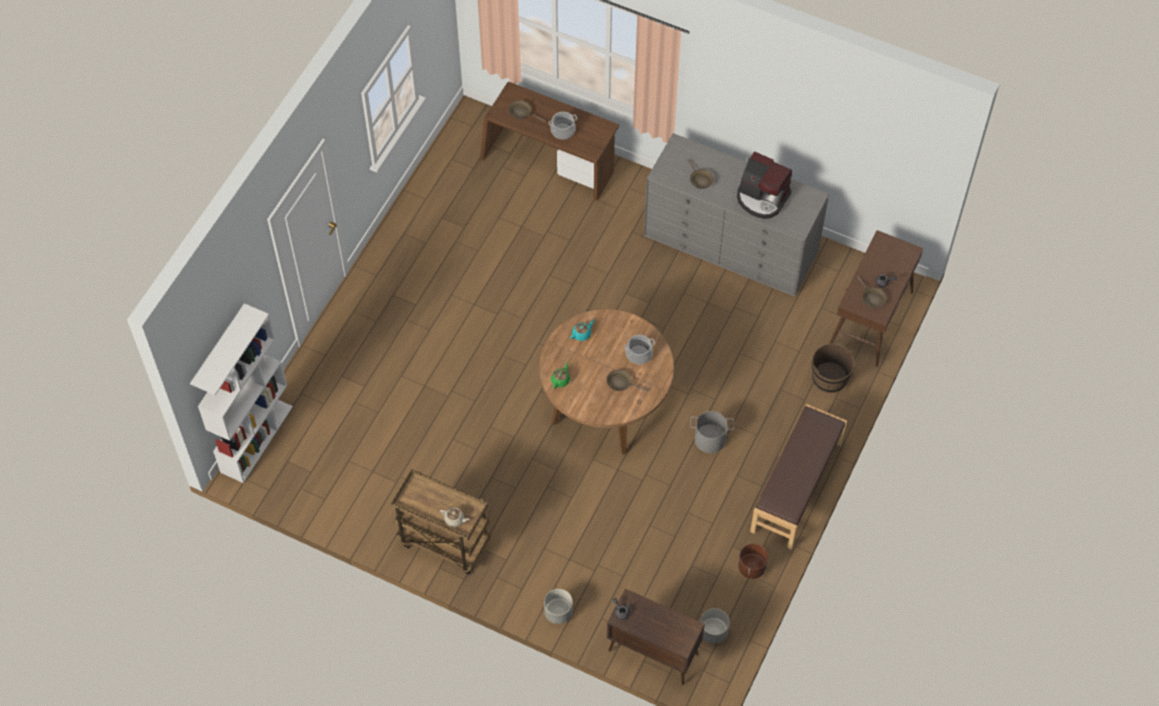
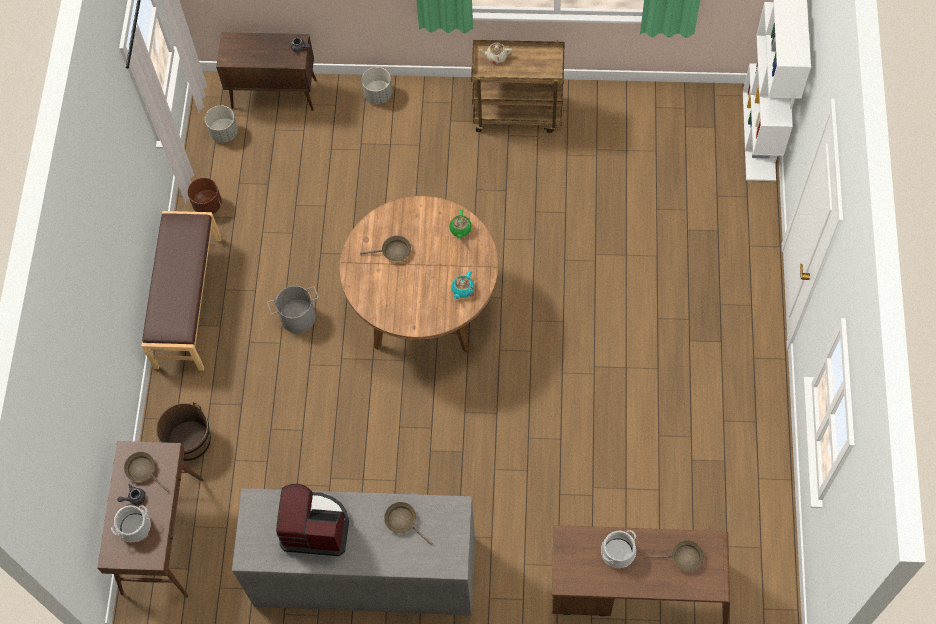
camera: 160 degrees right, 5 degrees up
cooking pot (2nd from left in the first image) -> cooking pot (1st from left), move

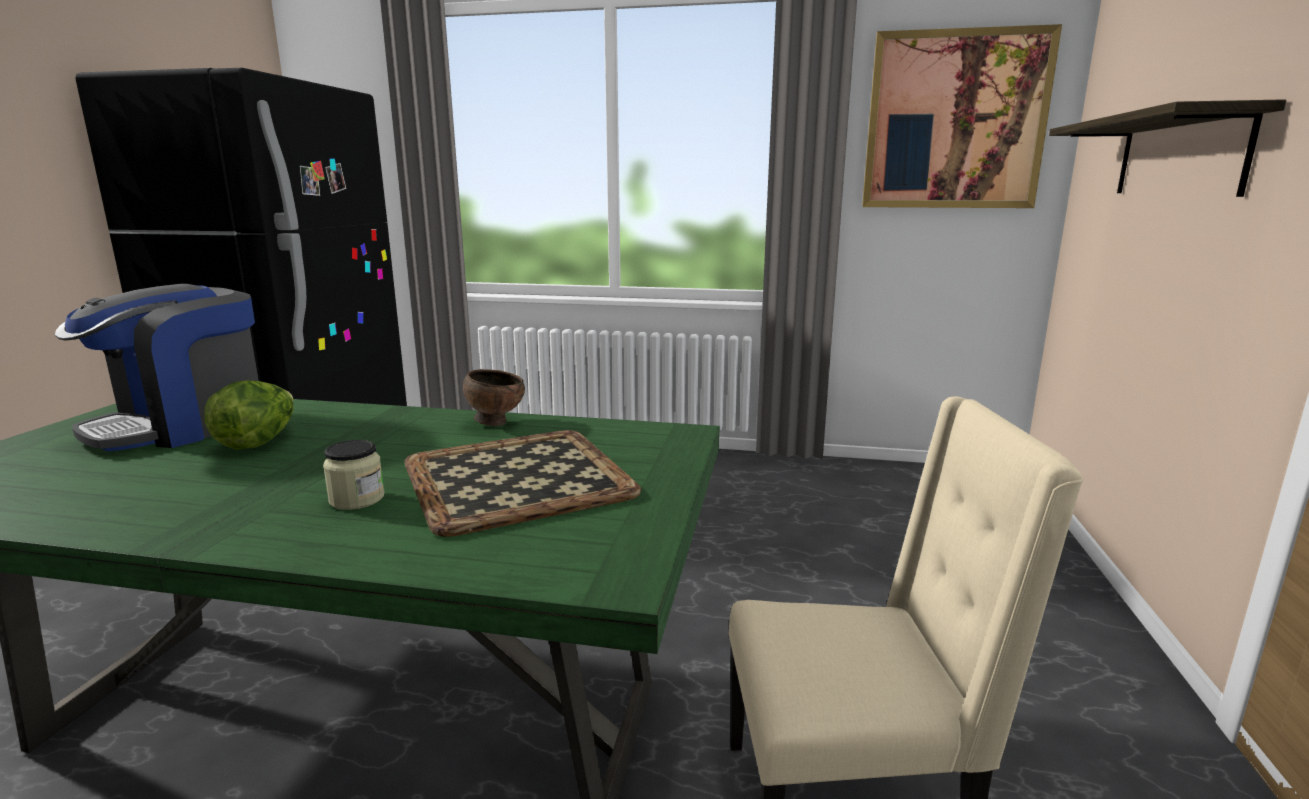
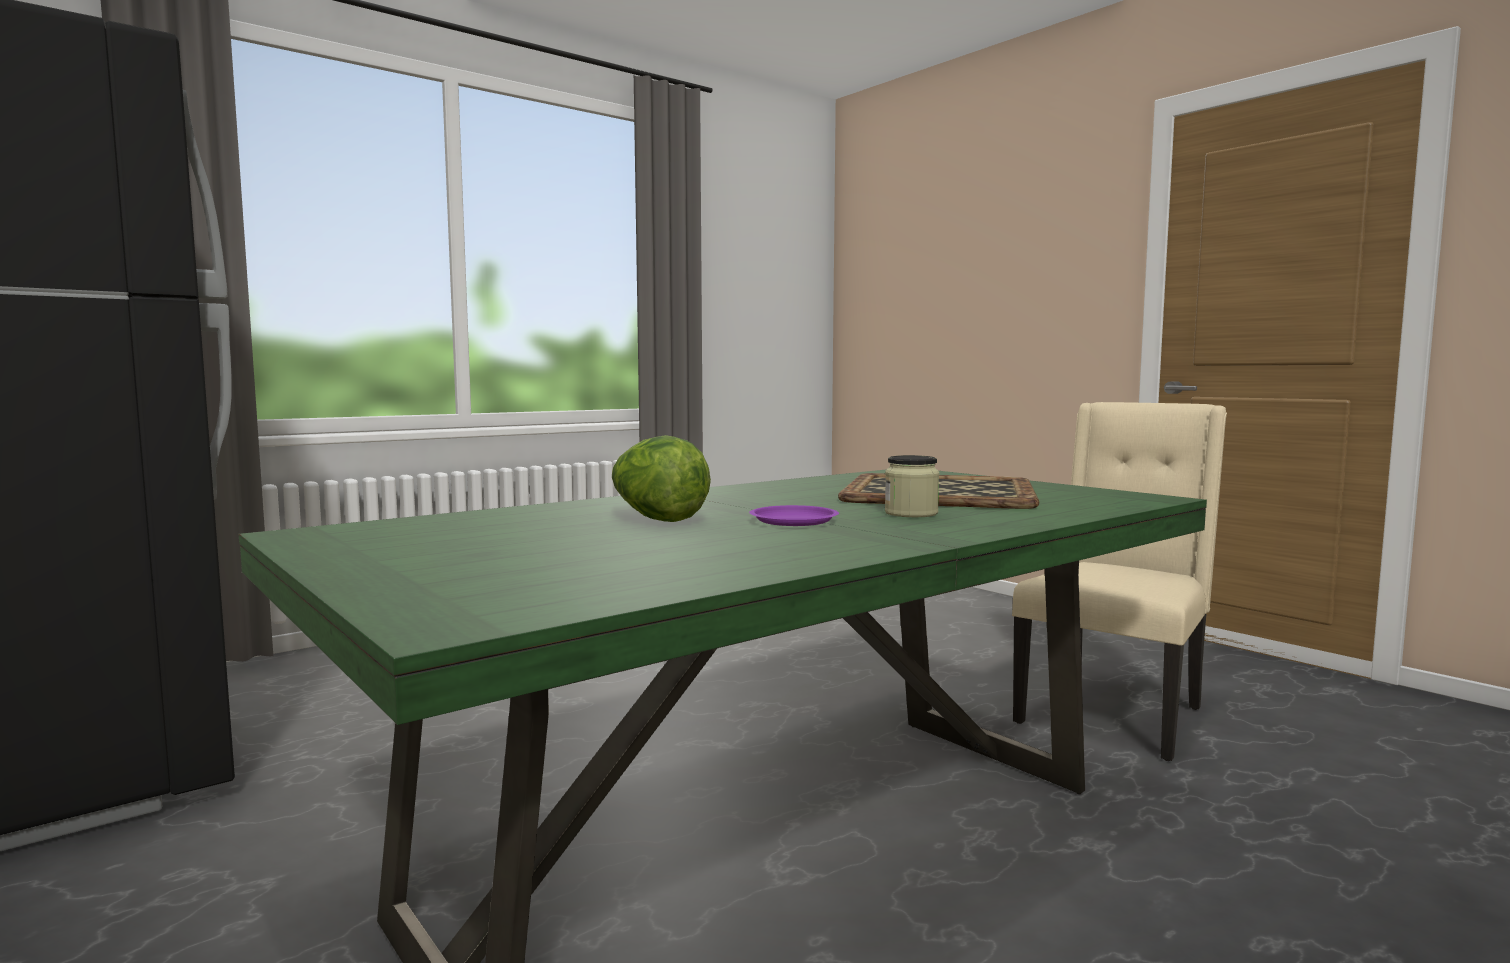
camera: 50 degrees left, 10 degrees down
picture -> none
shelf -> none
coffee machine -> none
brown bowl -> none
none -> purple plate

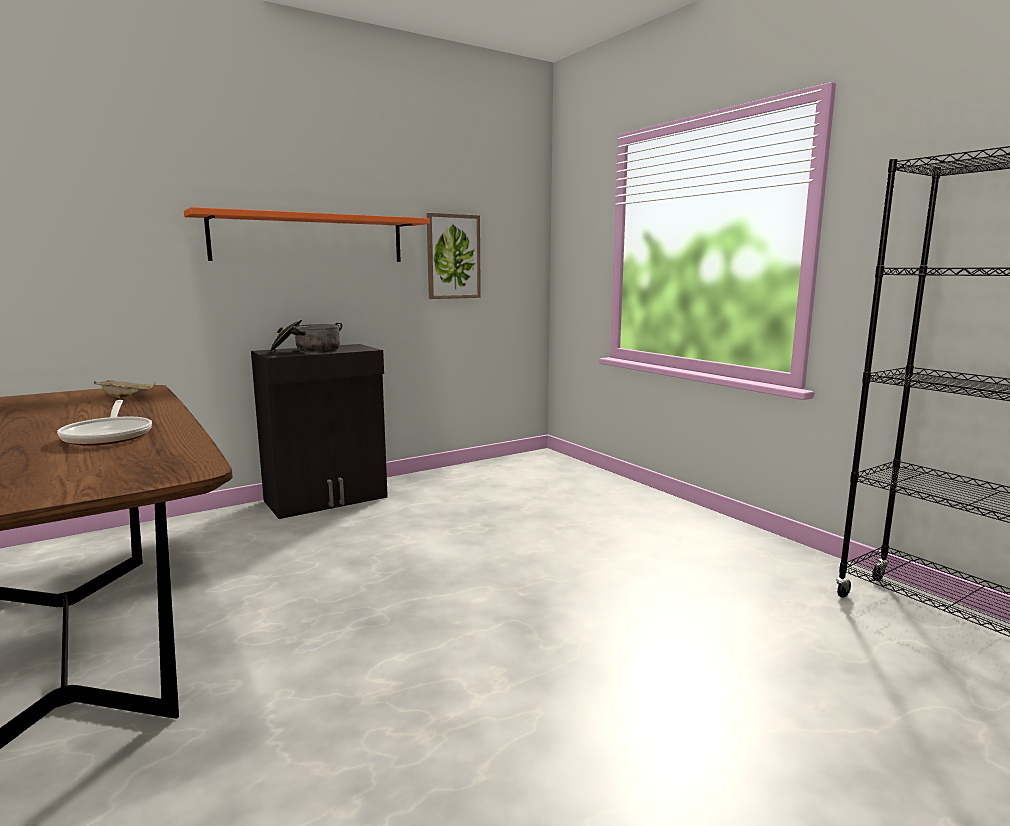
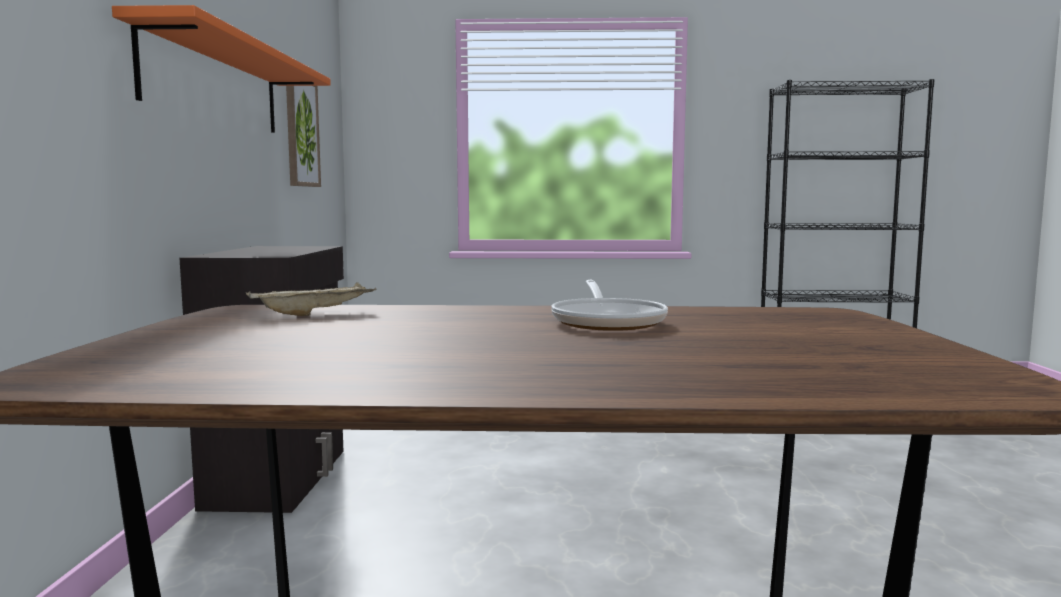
camera: 55 degrees left, 5 degrees down
cooking pot -> none
frying pan, 75 degrees clockwise

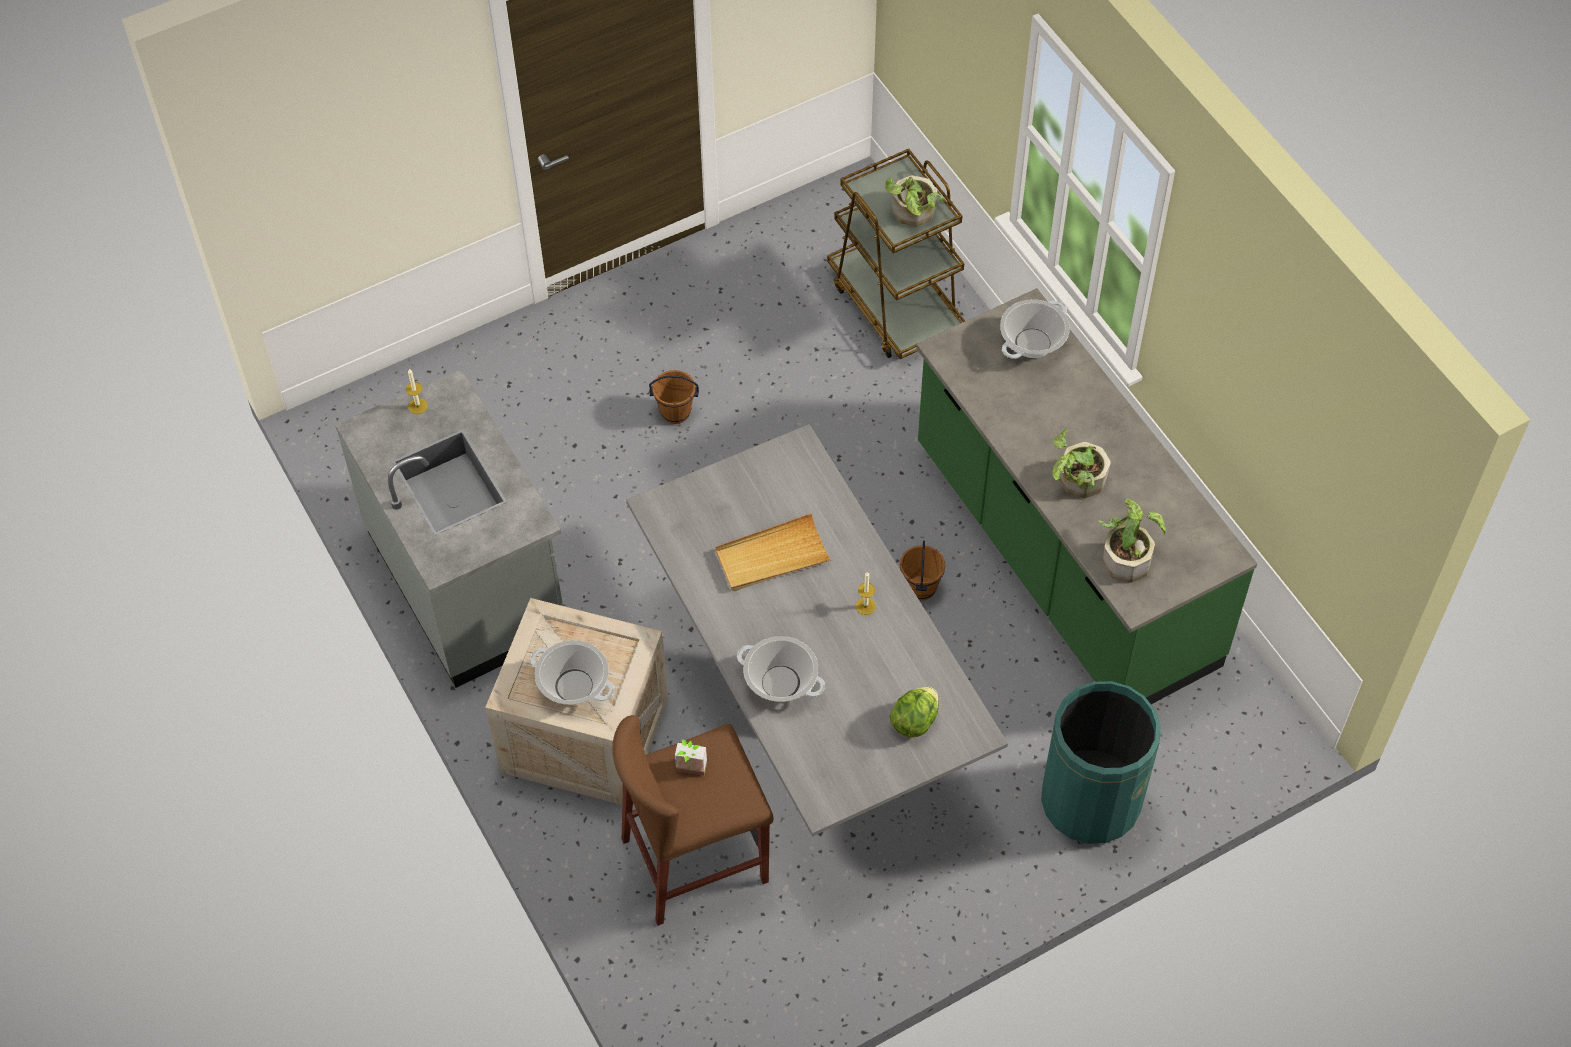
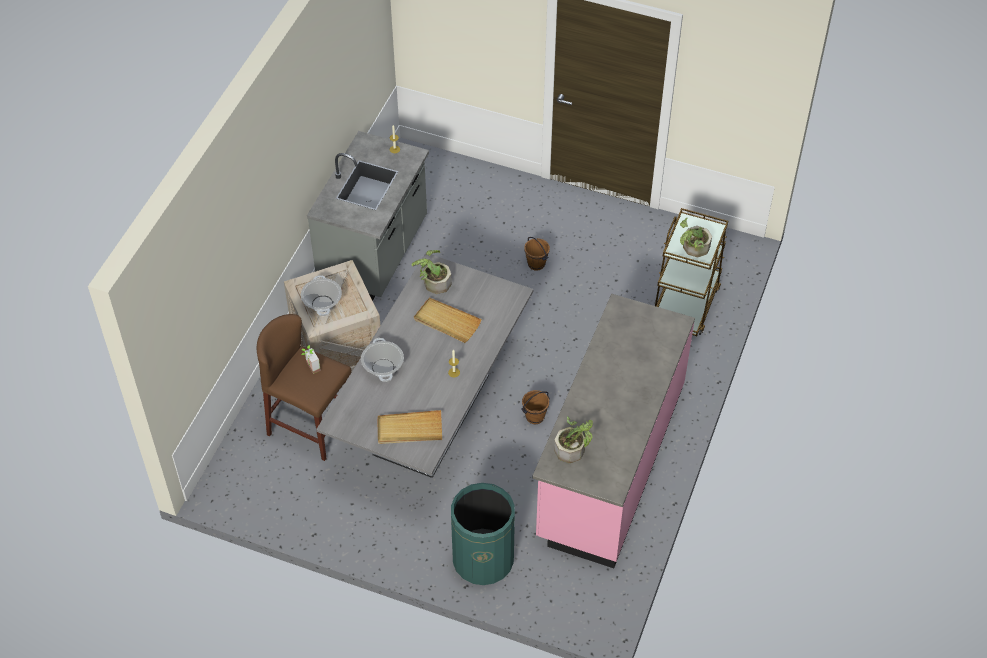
camera: 50 degrees right, 5 degrees down
green counter -> pink counter
cooking pot (3rd from left) -> none
potted plant (3rd from left in the first image) -> potted plant (2nd from left), move
lettuce -> beige tray (1st from left)

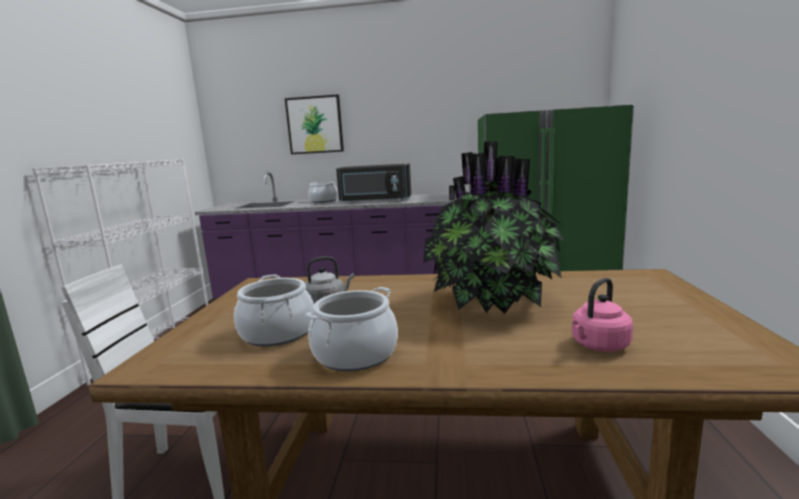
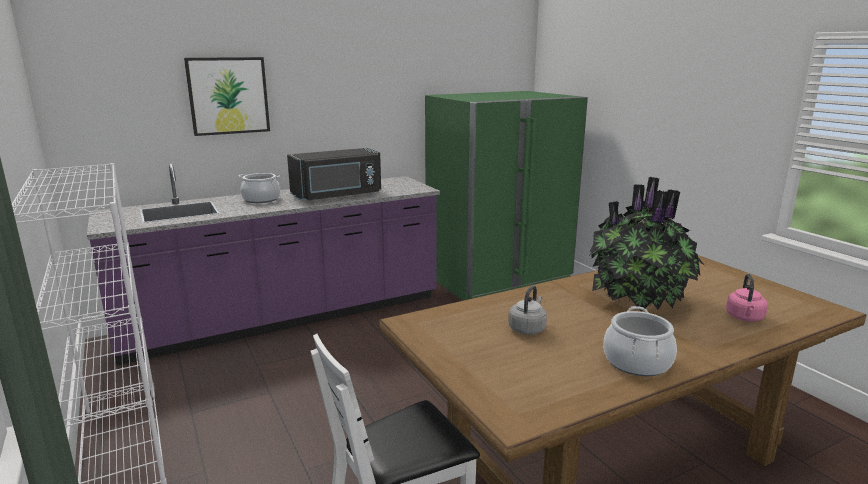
camera: 35 degrees left, 5 degrees up
cooking pot (1st from left) -> none

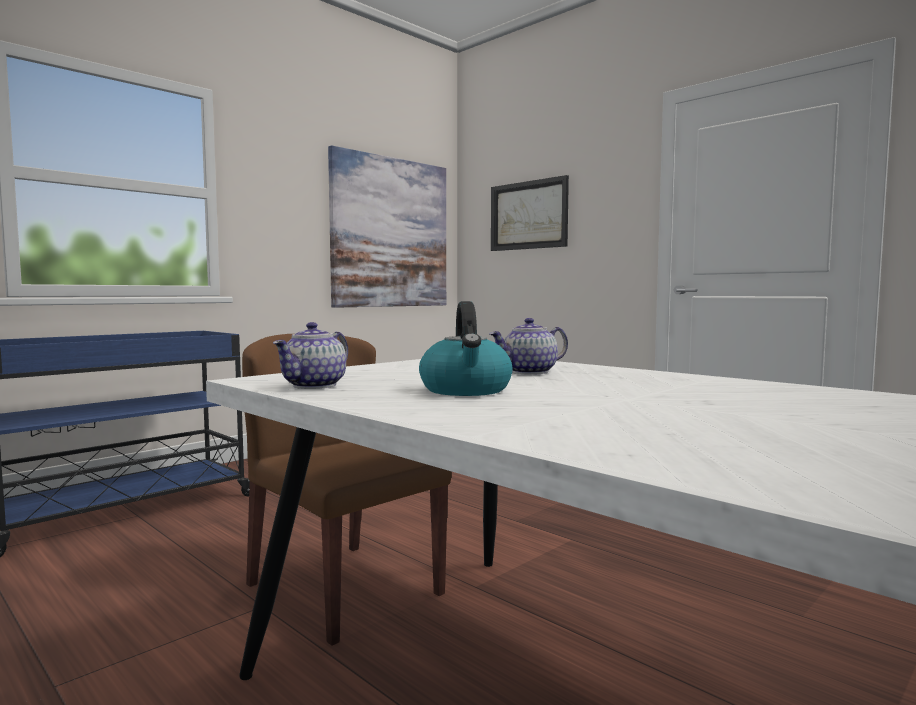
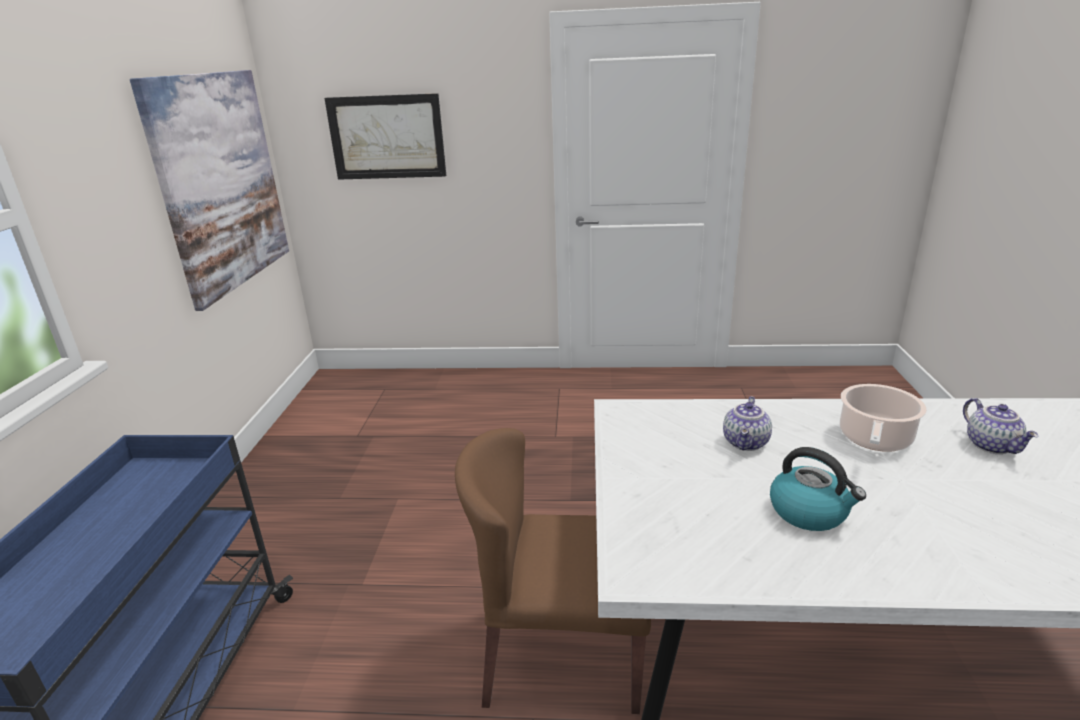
camera: 40 degrees left, 20 degrees up
teapot (1st from left in the first image) -> teapot (2nd from left), move
none -> cooking pot

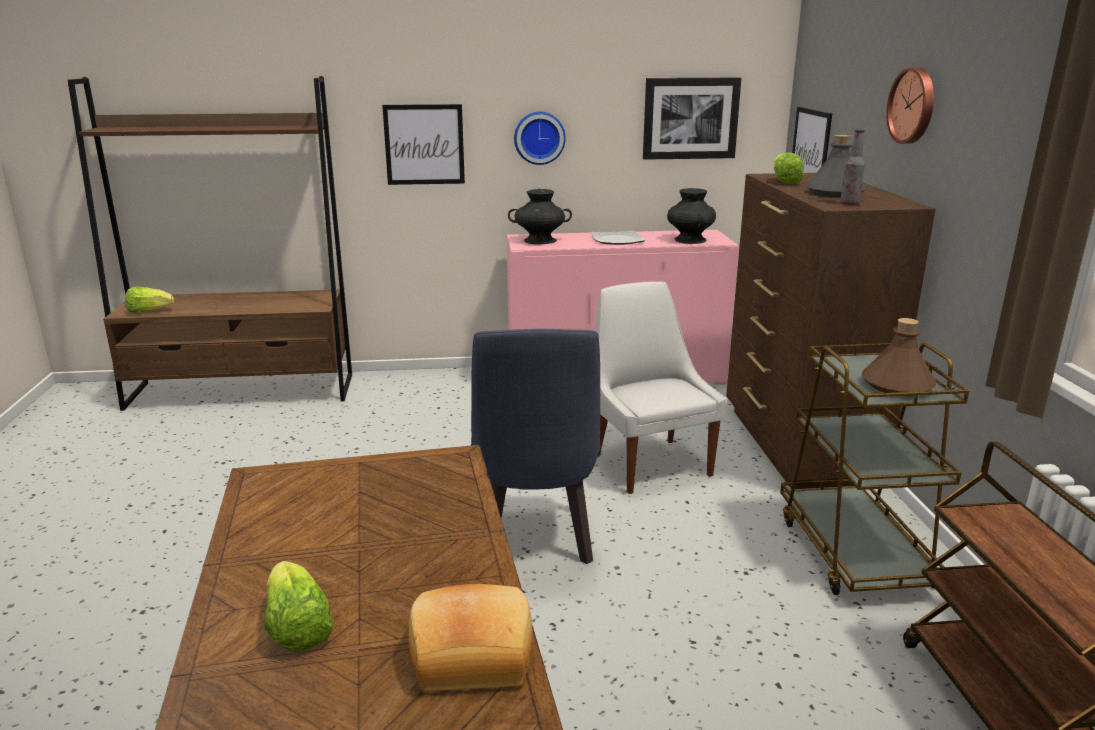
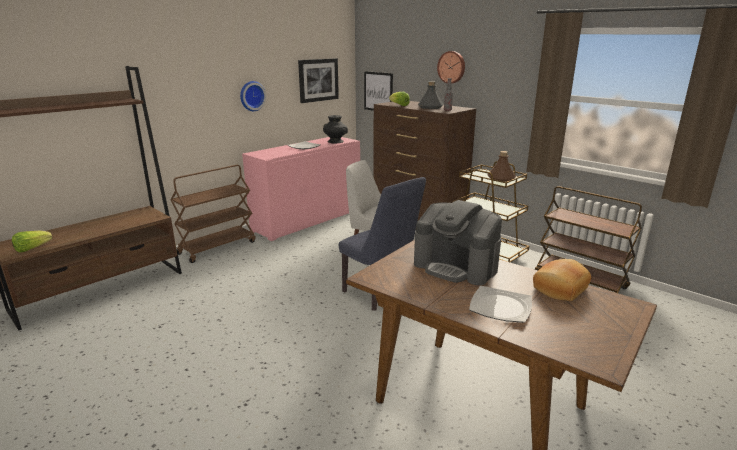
camera: 40 degrees left, 0 degrees up
picture (1st from left) -> none
black vase (1st from left) -> none
lettuce (2nd from left) -> plate (2nd from left)
none -> brown cart (1st from left)
none -> coffee machine

